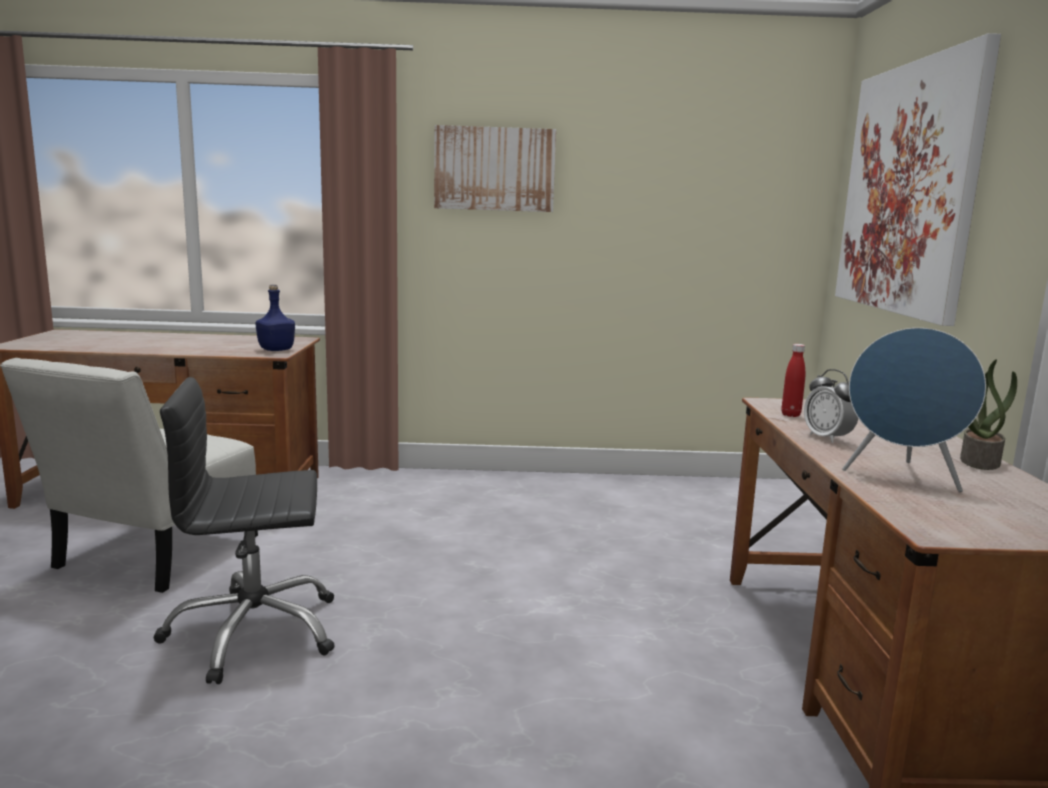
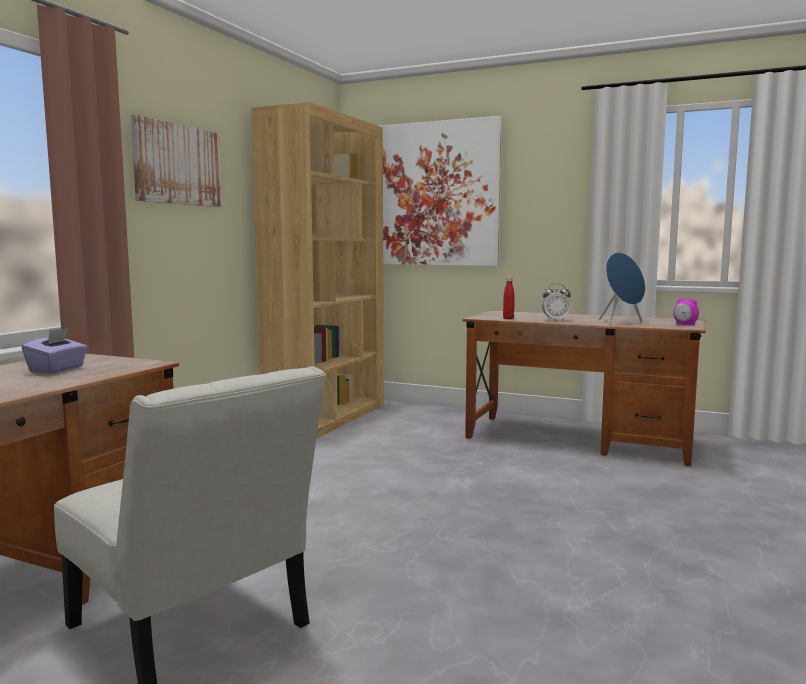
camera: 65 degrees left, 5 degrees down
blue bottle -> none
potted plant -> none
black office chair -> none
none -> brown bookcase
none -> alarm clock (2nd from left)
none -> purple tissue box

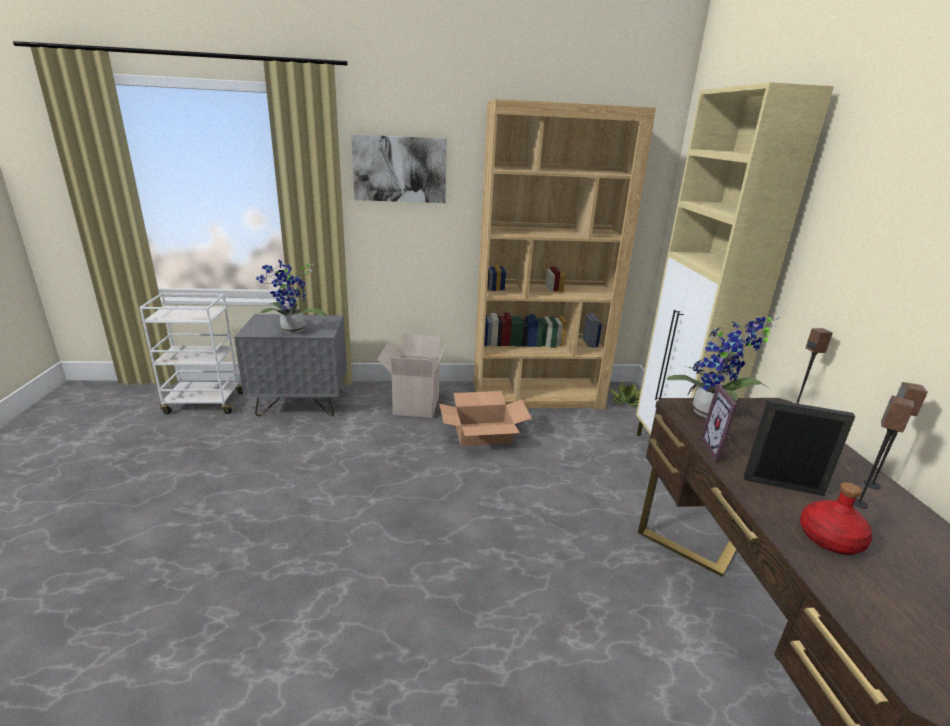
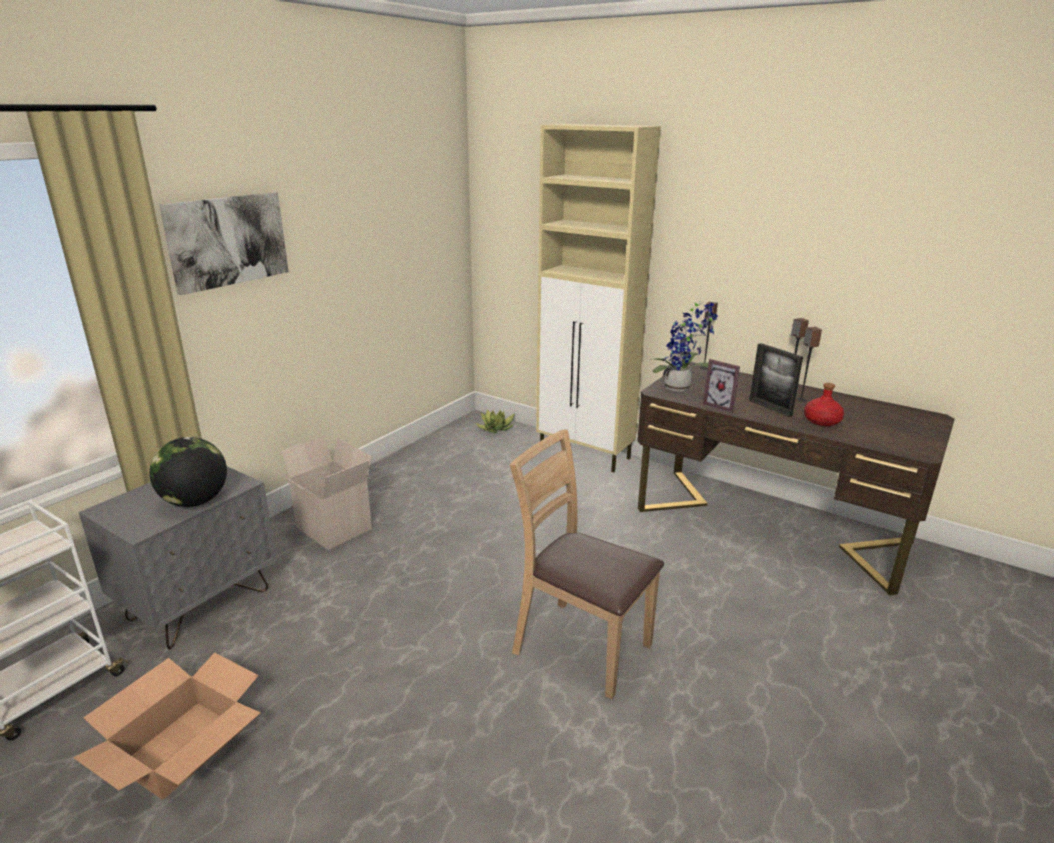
camera: 50 degrees left, 0 degrees up
brown bookcase -> none
potted plant (1st from left) -> globe
cardboard box (2nd from left in the first image) -> cardboard box (1st from left), move
picture frame (2nd from left), 90 degrees counterclockwise
none -> brown chair

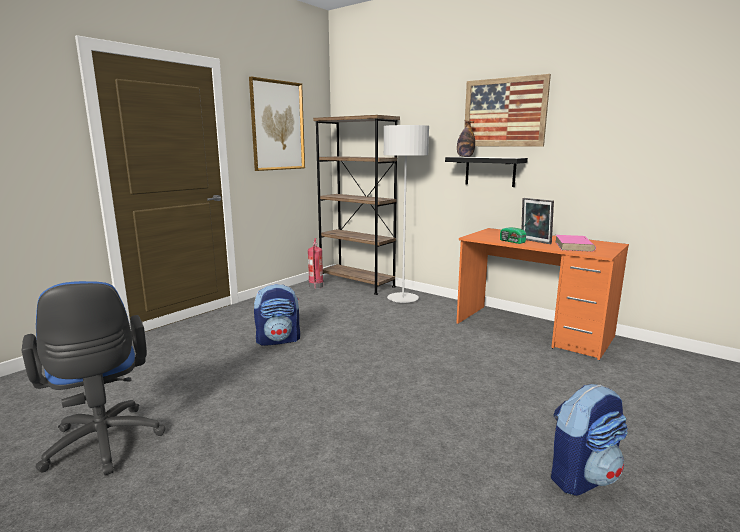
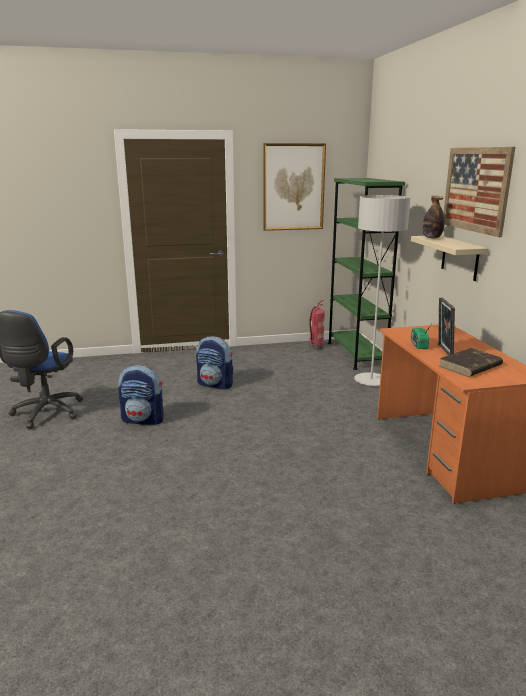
camera: 40 degrees right, 5 degrees up
brown bookcase -> green bookcase
black shelf -> beige shelf
pink book -> brown book
backpack (2nd from left in the first image) -> backpack (1st from left), move

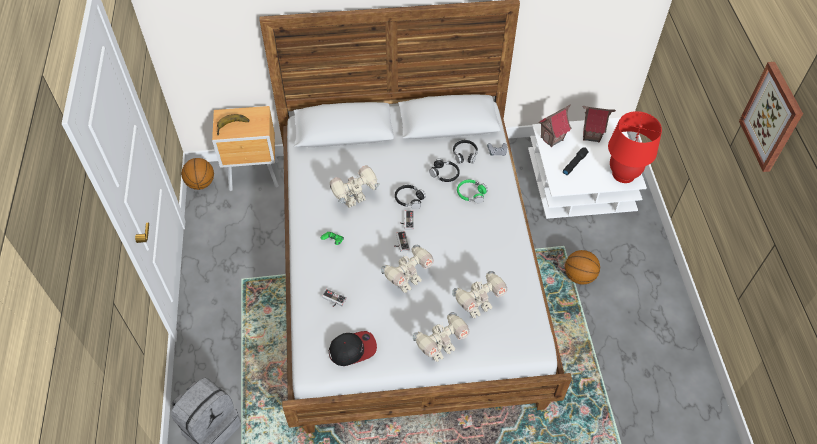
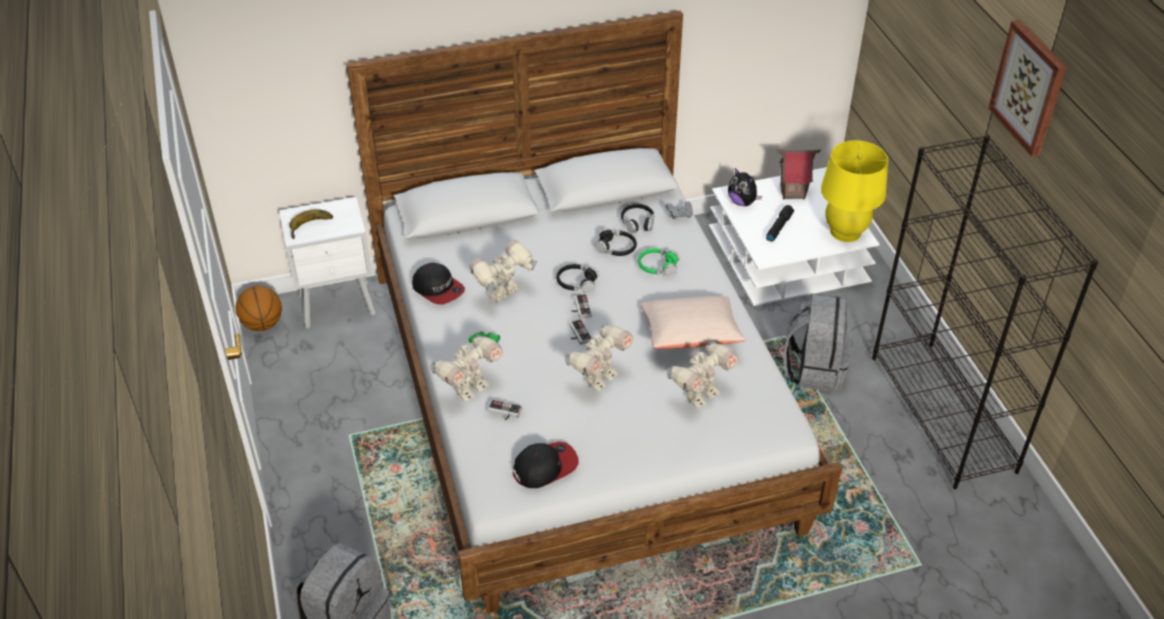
camera: 10 degrees left, 10 degrees down
toy house (1st from left) -> plush toy
brown nightstand -> white nightstand
red table lamp -> yellow table lamp
basketball (2nd from left) -> grey backpack (2nd from left)
toy robot (3rd from left in the first image) -> toy robot (1st from left), move
none -> black bookcase
none -> cap (1st from left)
none -> beige pillow

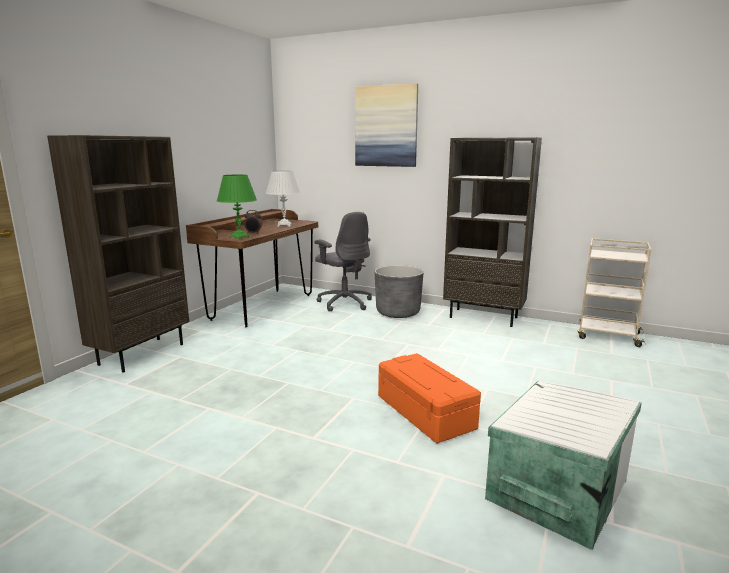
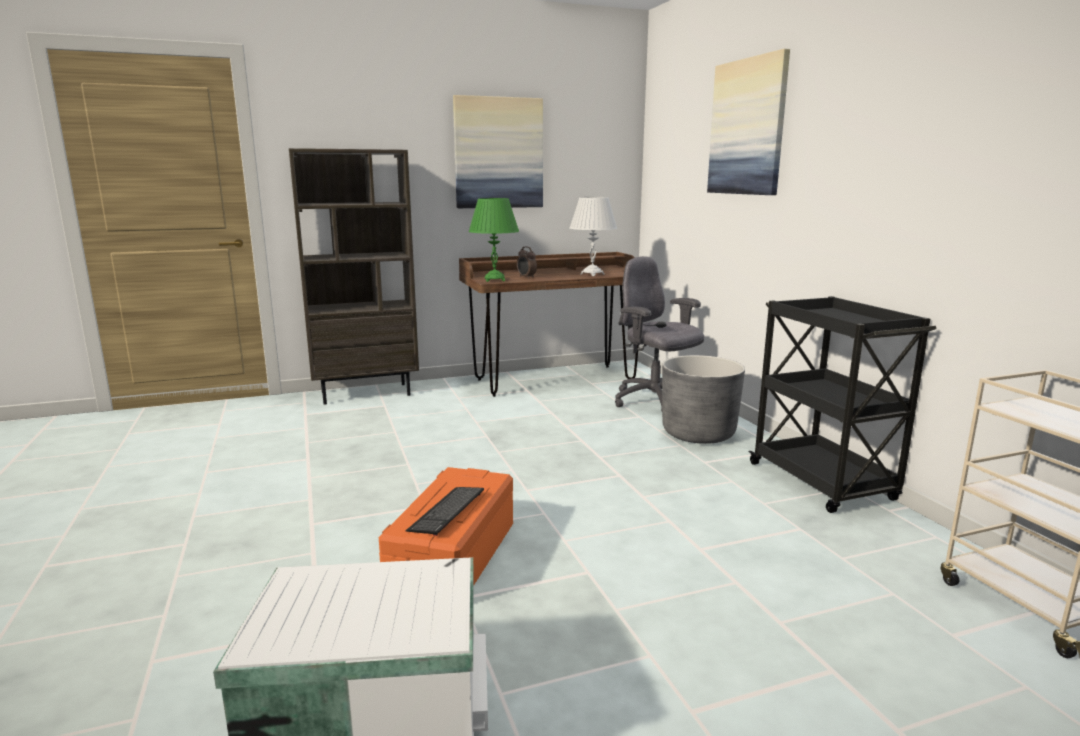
camera: 45 degrees right, 0 degrees up
brown bookcase (2nd from left) -> black cart
grey office chair, 135 degrees clockwise
none -> picture (1st from left)
none -> keyboard

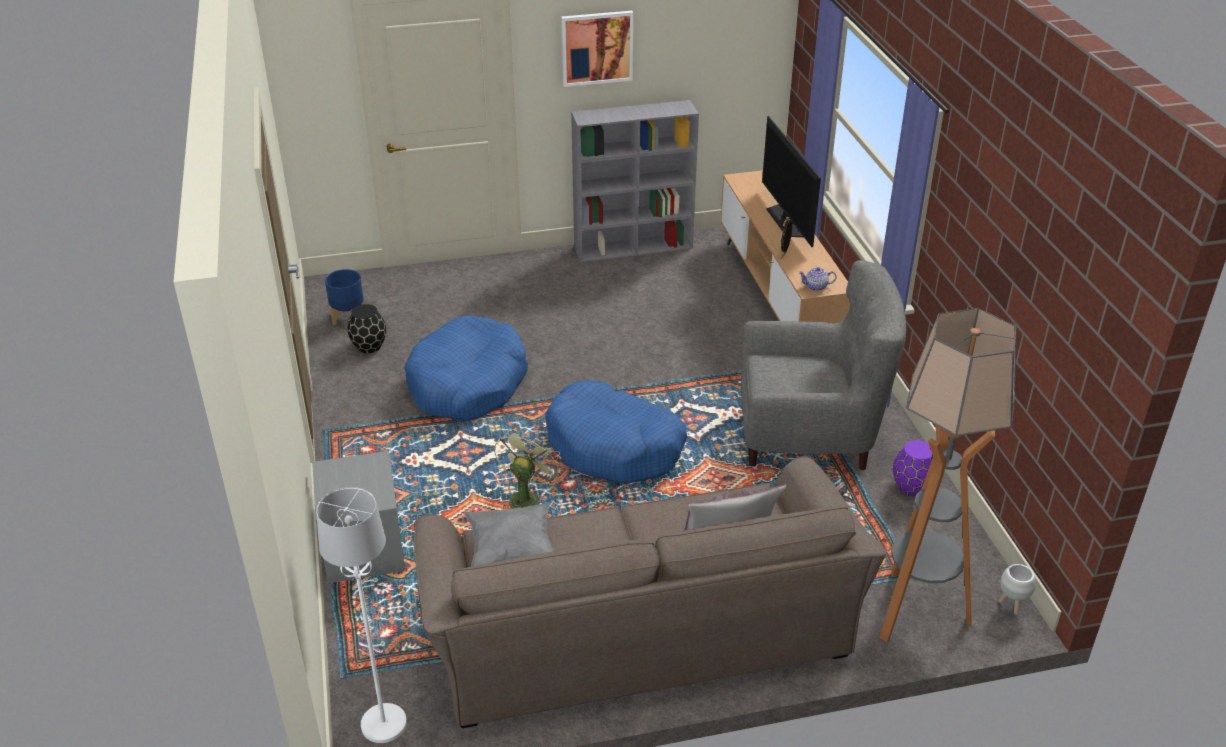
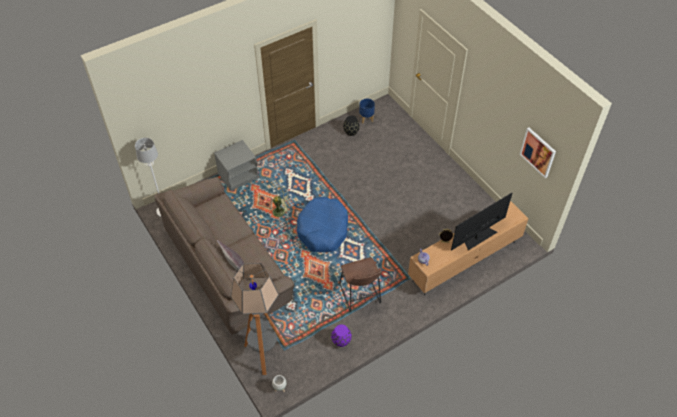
camera: 70 degrees right, 15 degrees up
picture, move
grey bookcase -> none
grey armchair -> brown stool
blue dog bed (1st from left) -> none
grey pillow (1st from left) -> none

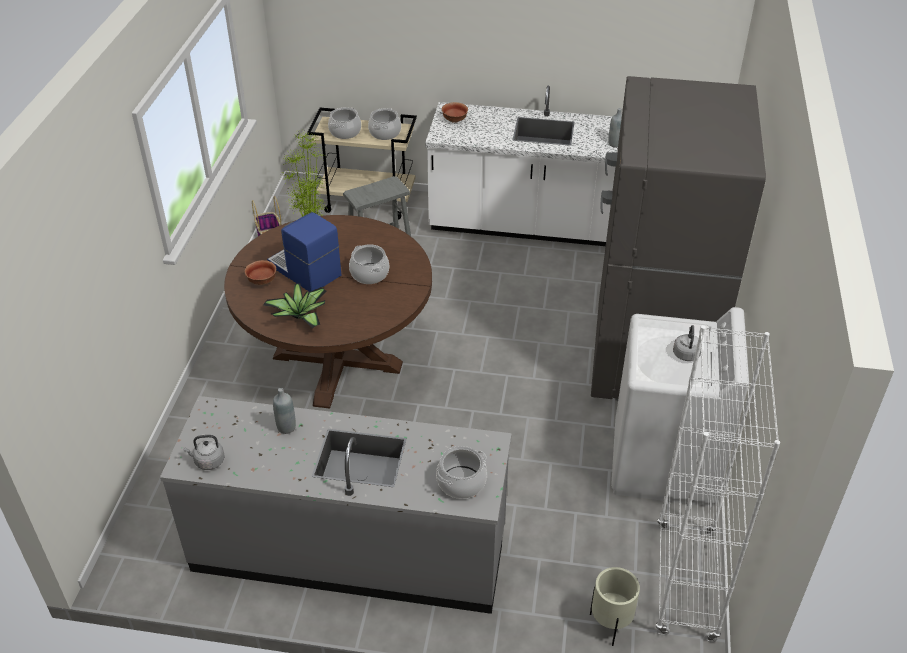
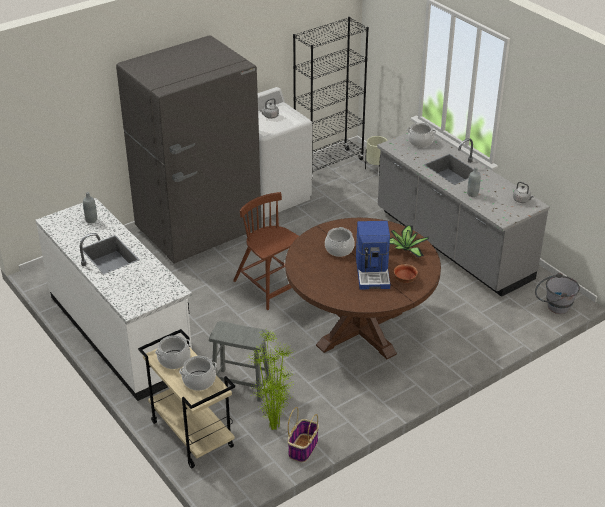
camera: 135 degrees left, 5 degrees down
bowl (2nd from left) -> none
white bookcase -> black bookcase
none -> brown chair
none -> grey bucket

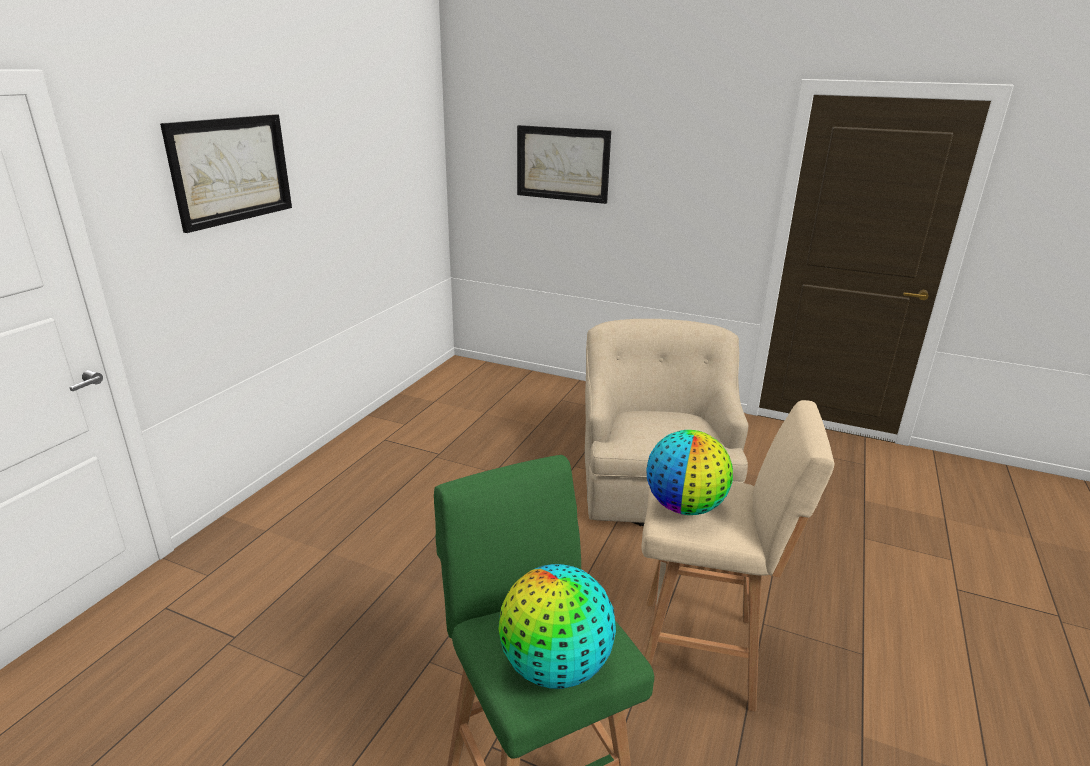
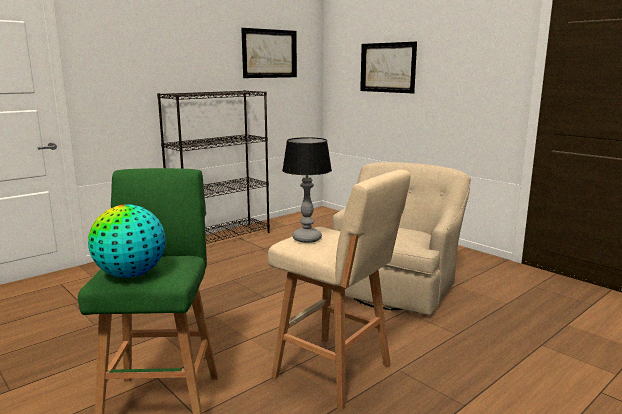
camera: 25 degrees right, 10 degrees down
picture (1st from left), move
globe (2nd from left) -> table lamp
none -> black bookcase

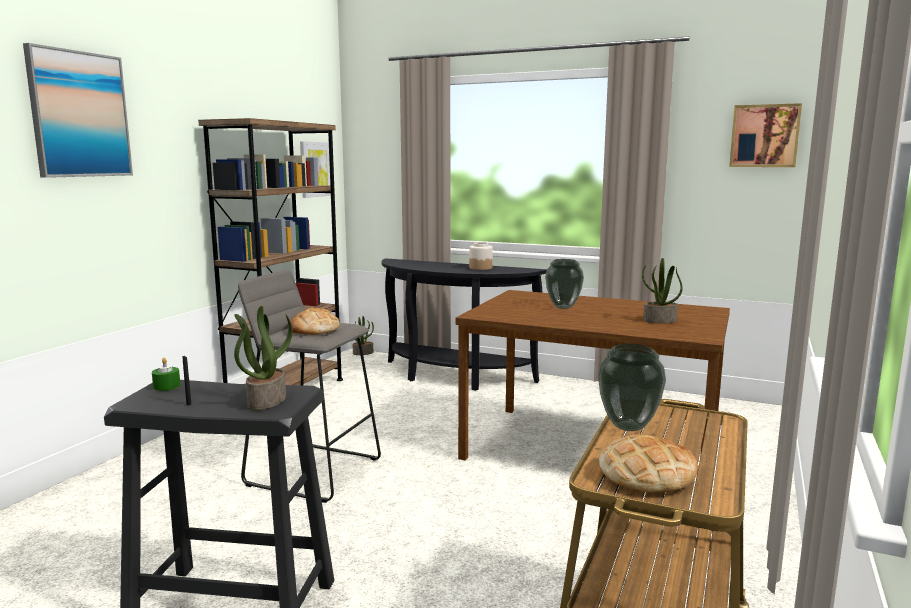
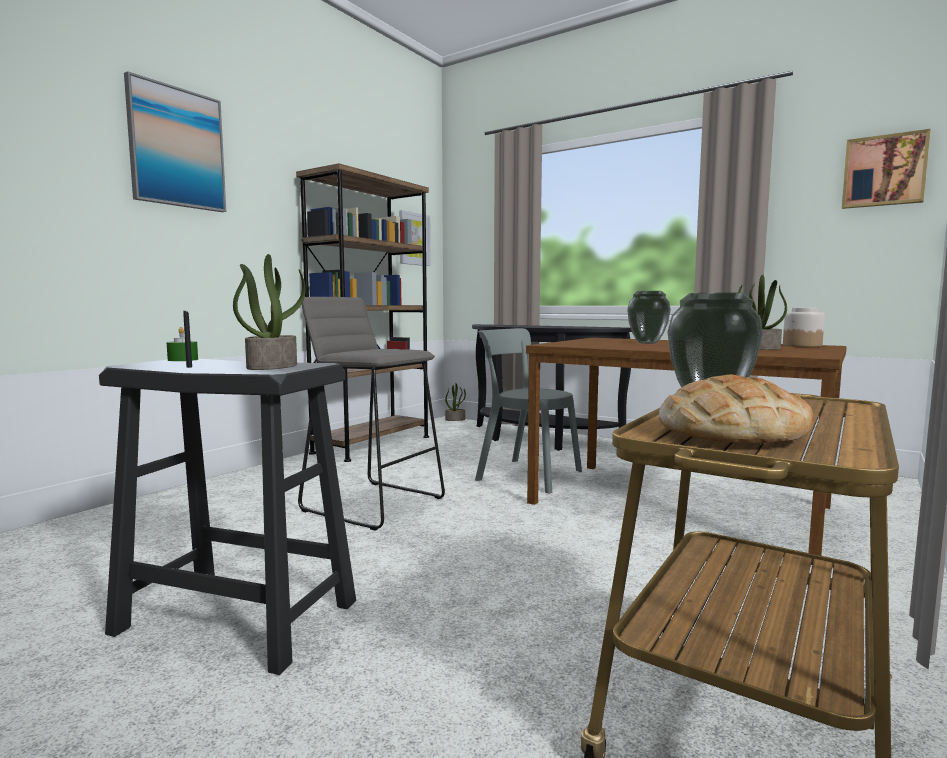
camera: 10 degrees right, 5 degrees down
jar, move
bread (1st from left) -> none
none -> grey chair

